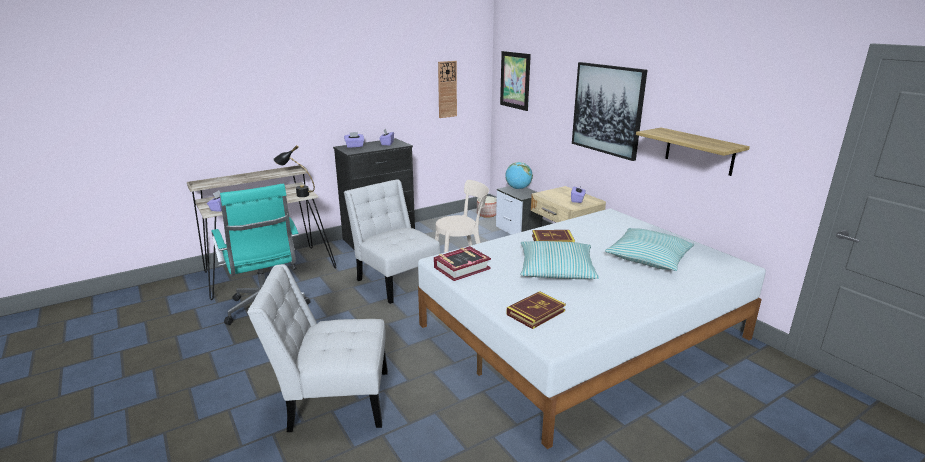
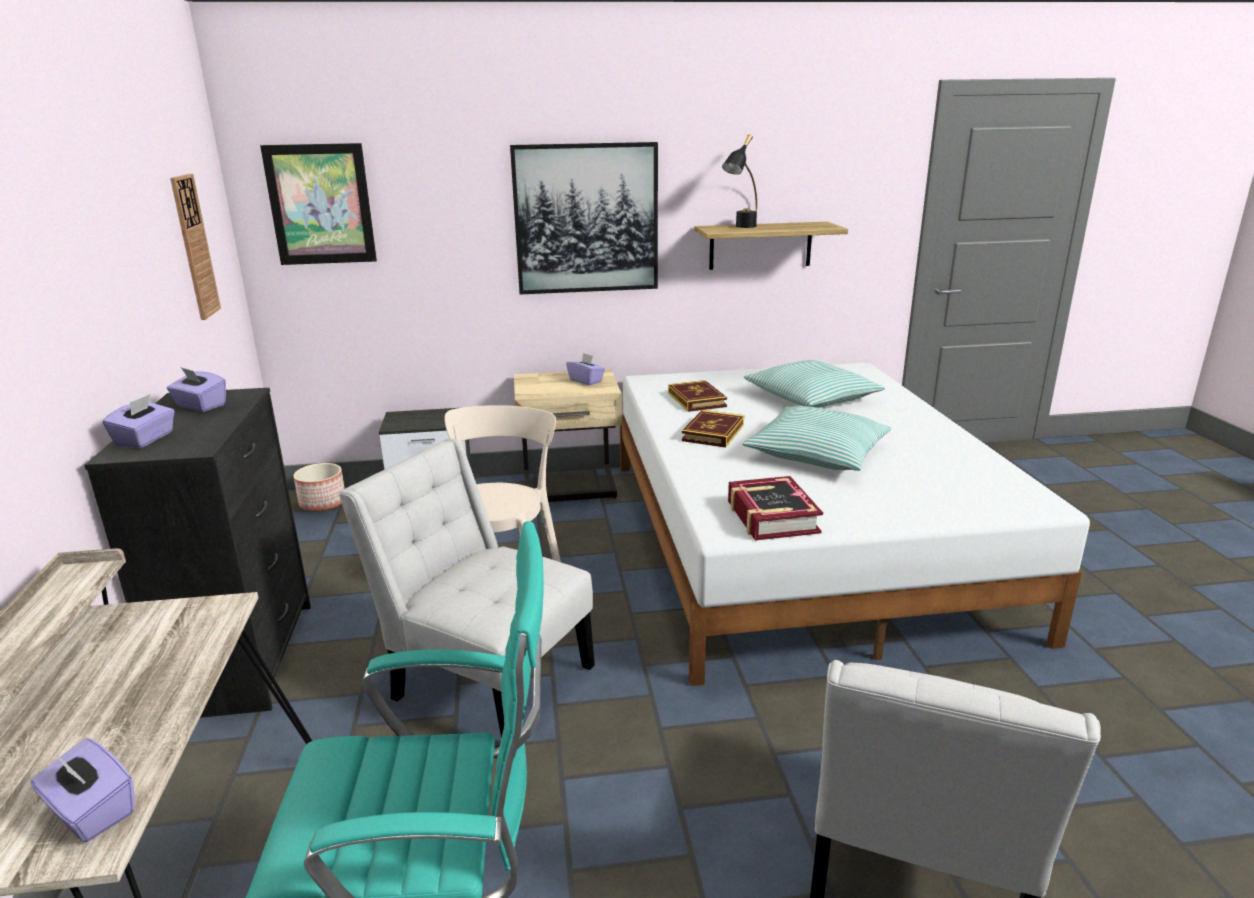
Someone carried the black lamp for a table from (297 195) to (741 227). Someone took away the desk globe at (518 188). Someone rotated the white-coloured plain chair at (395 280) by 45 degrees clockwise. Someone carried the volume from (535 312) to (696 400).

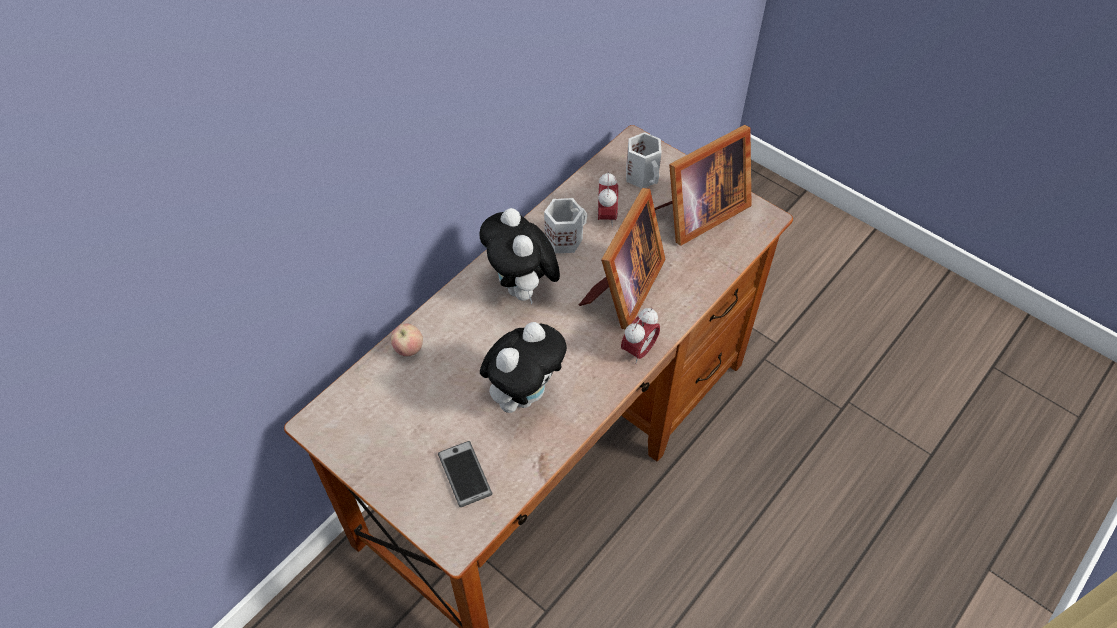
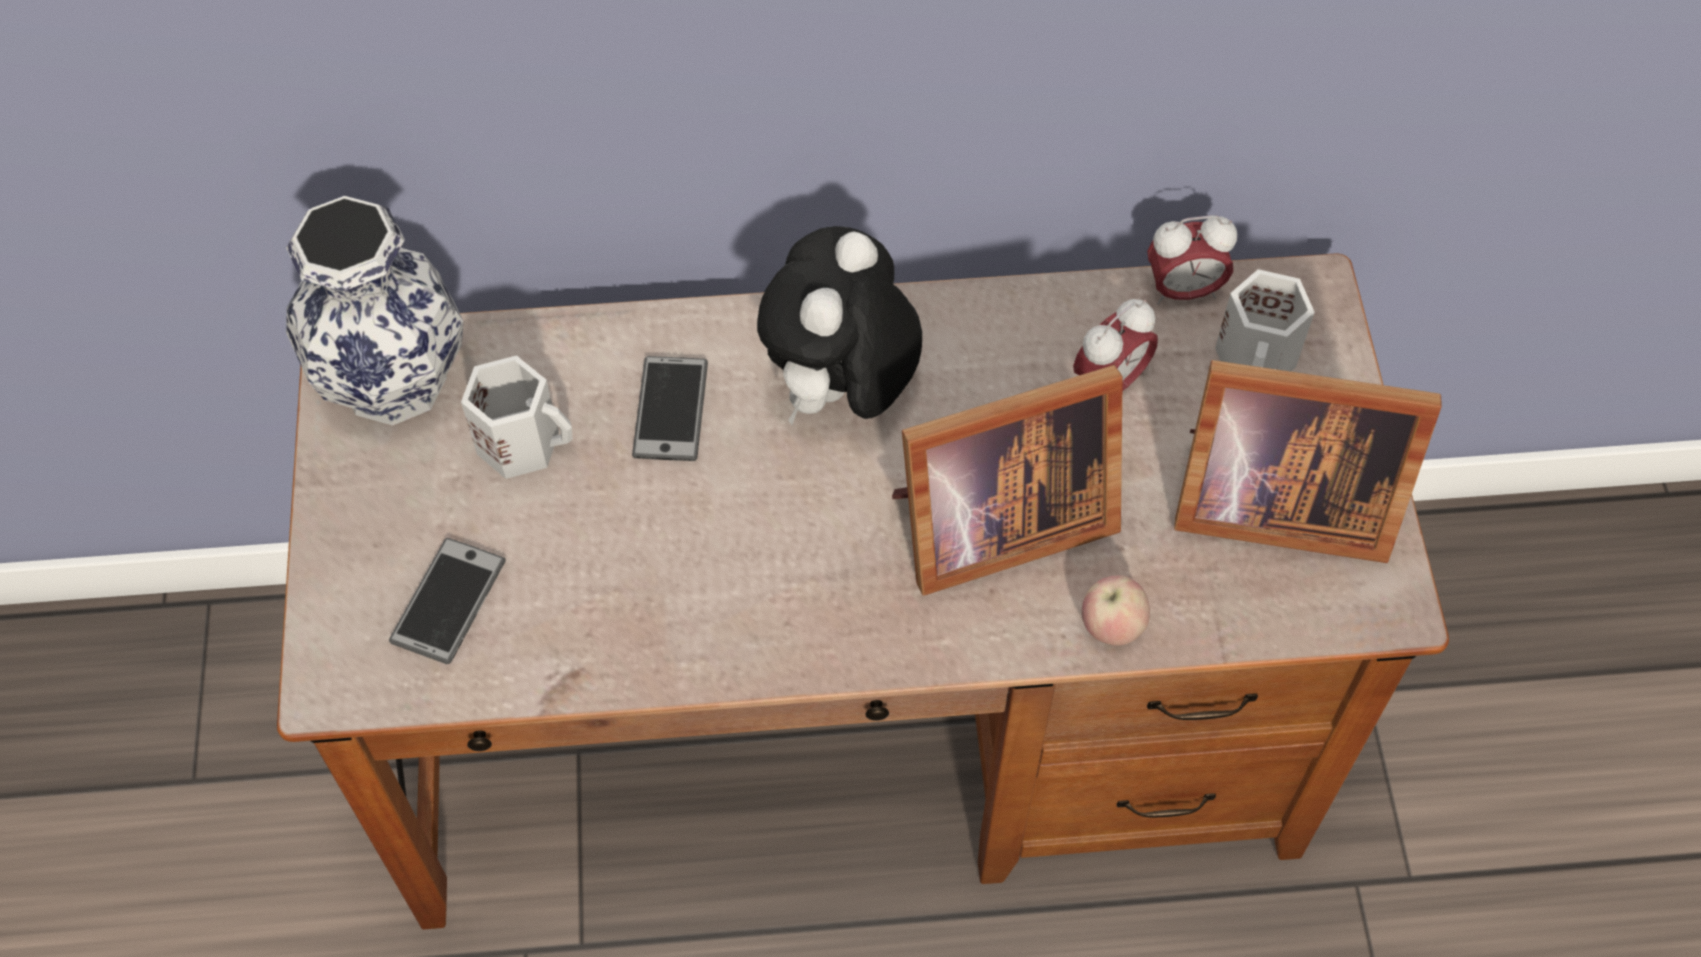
Someone carried the white-coloured mug from (564 238) to (522 441). Someone carried the bedside clock from (638 350) to (1183 290). Someone took away the soft toy at (524 393). Someone carried the apple from (409 349) to (1112 626). Someone put down the vase at (397 379). Someone put down the handset at (670 409).

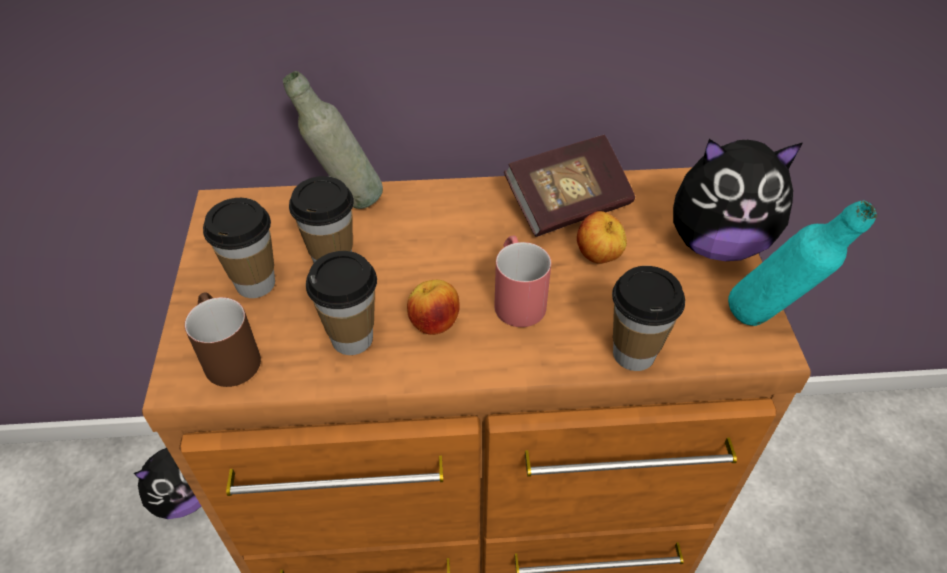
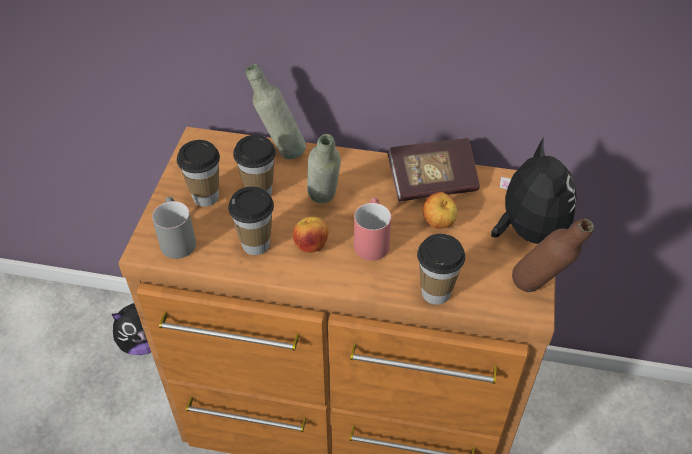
Someone rotated the soft toy at (716 243) by 120 degrees counterclockwise. Someone repainted the turquoise-coloured beverage bottle at (767 321), which became the brownish beverage bottle at (538 291). Someone repainted the brownish mug at (228 353), which became the greyish mug at (177 238). Someone put down the greyish beverage bottle at (324 205).

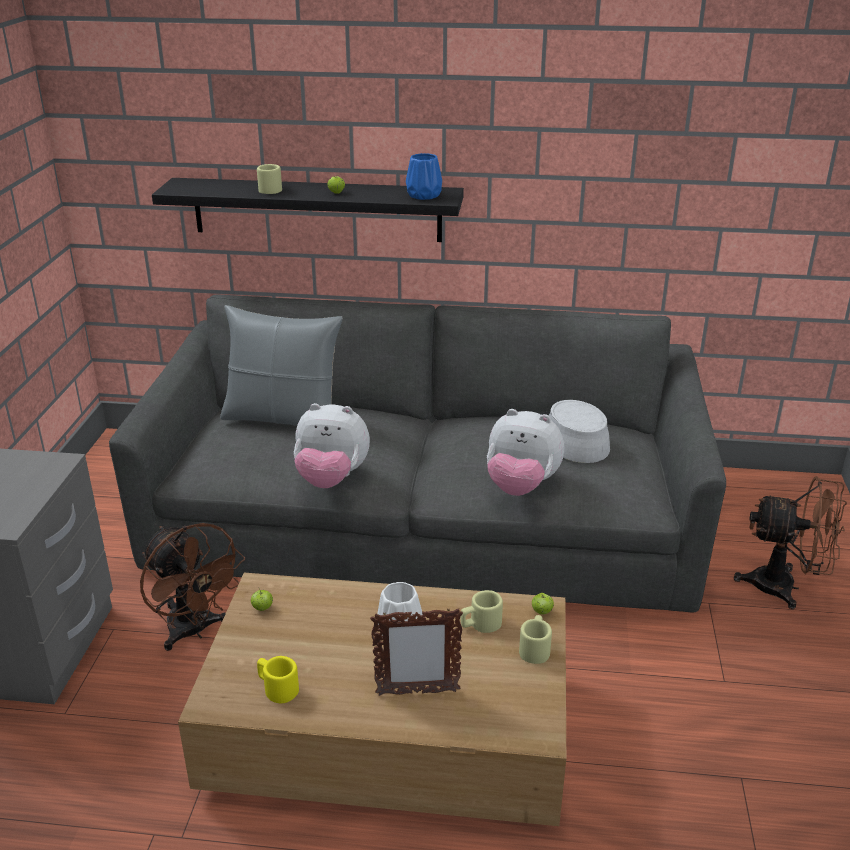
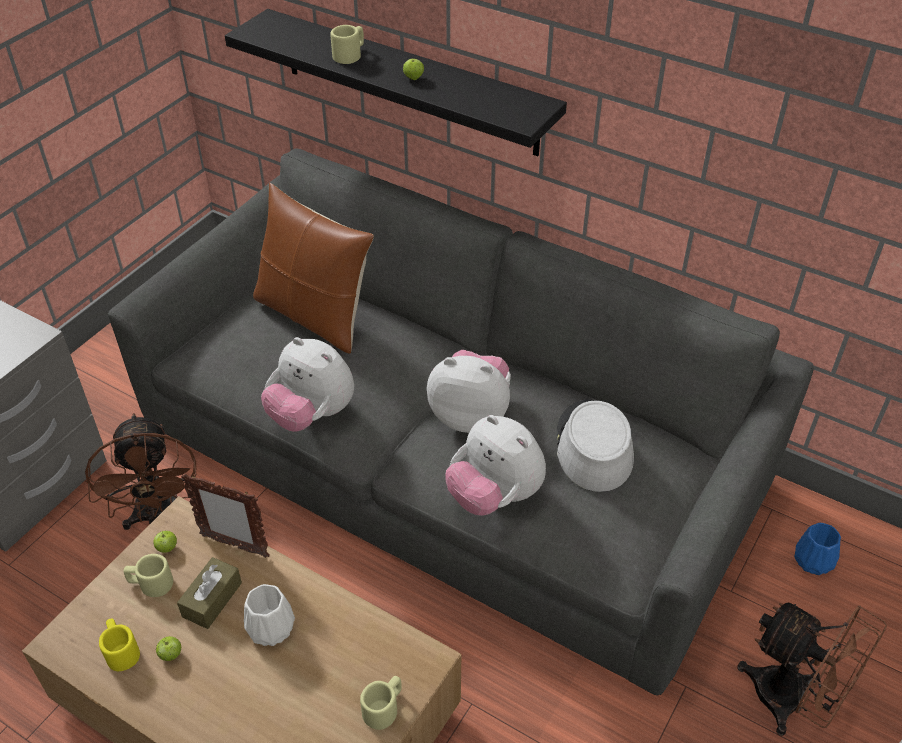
Someone carried the blue vase from (423 195) to (812 560). Someone repainted the greyish cushion at (283 418), which became the brownish cushion at (314 315). Someone carried the beige mug from (480 624) to (150 584). Someone carried the apple from (542 612) to (171 655). Someone carried the picture frame from (417 692) to (234 545). Someone put down the soft toy at (471 414). Someone put down the brownish tissue box at (212 599).

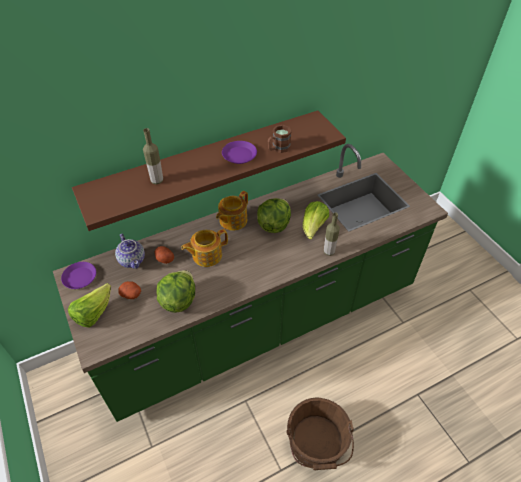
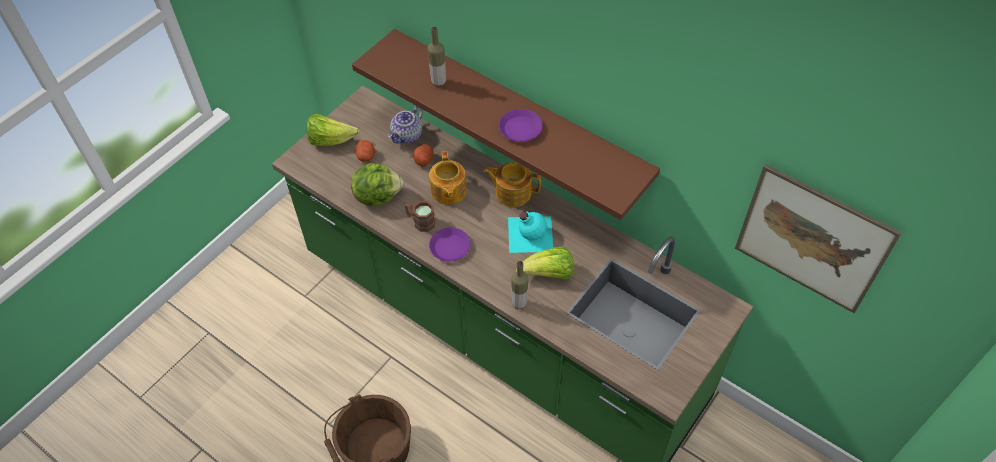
Someone carried the brownish mug from (278 148) to (420 222). Someone swapped the head of lettuce at (273 225) for the turquoise-coloured beverage bottle at (529 233). Someone rotated the teapot at (206 255) by 135 degrees counterclockwise. Someone carried the purple plate from (79 277) to (449 247). Someone put up the wall art at (812 239).

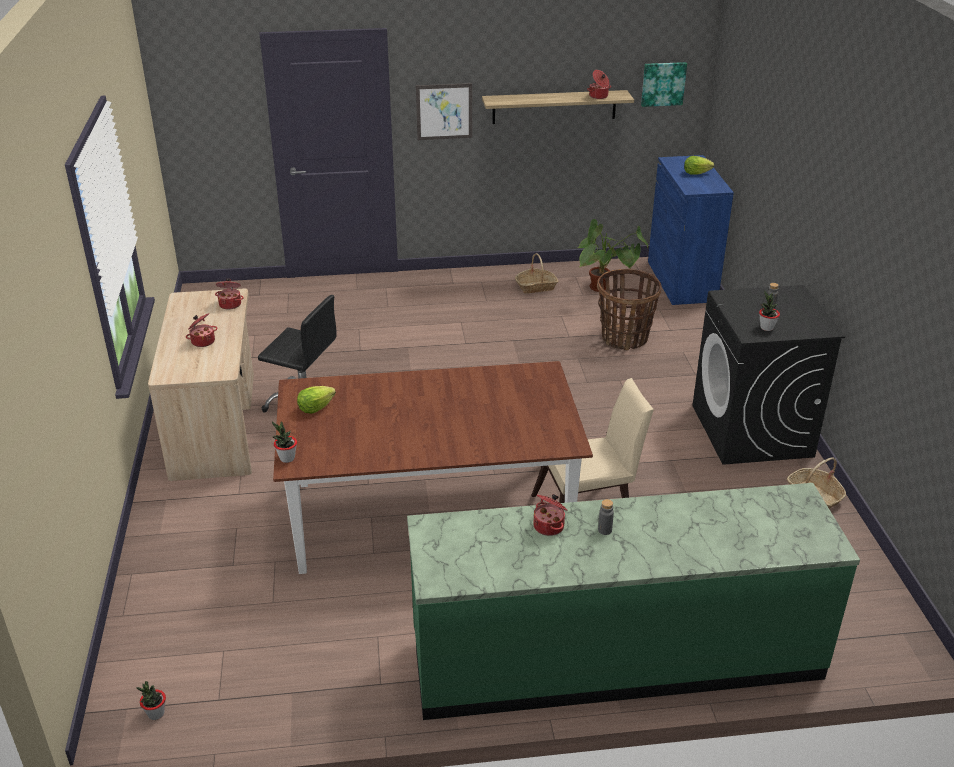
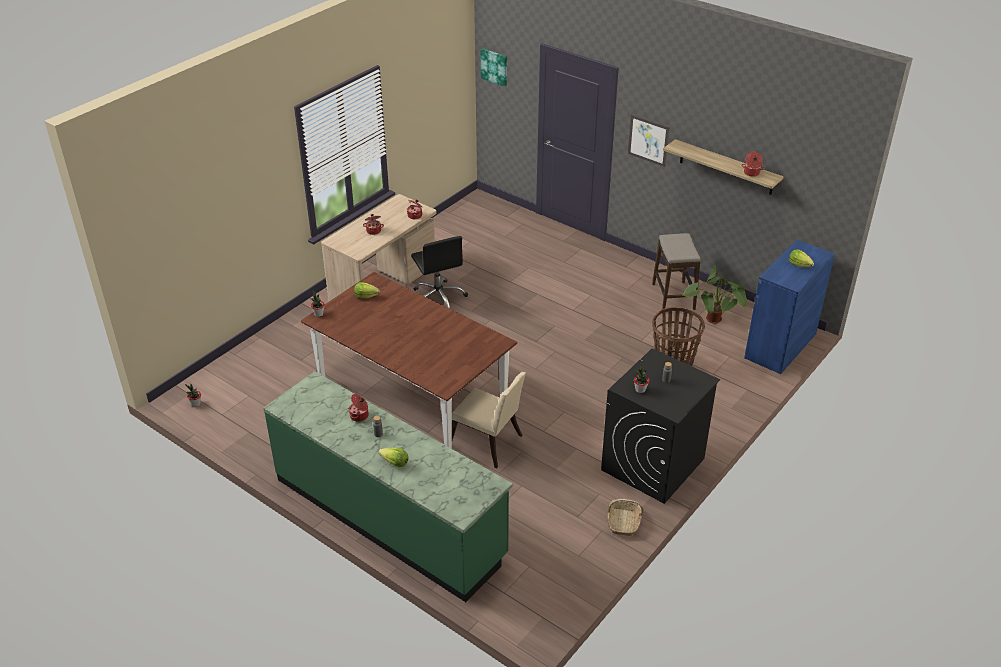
Someone carried the wall art from (663 83) to (494 66). Someone swapped the basket at (536 287) for the stool at (673 296). Someone put down the head of lettuce at (395 463).

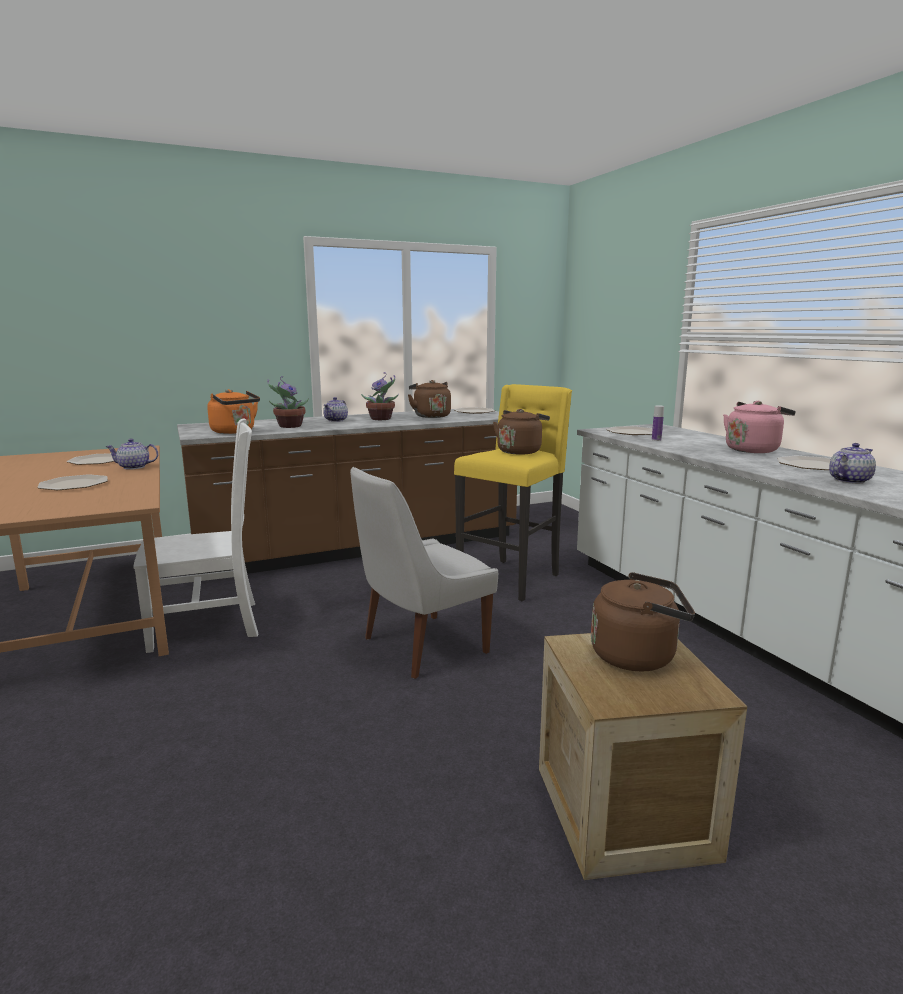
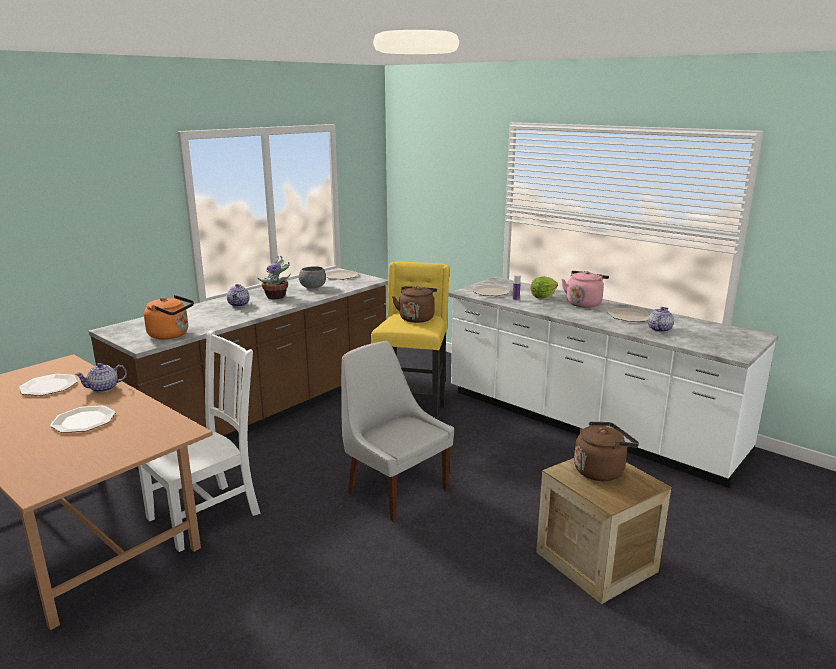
Someone took away the potted plant at (288 426). Someone swapped the brownish water kettle at (430 416) for the greyish bowl at (313 287). Someone rotated the white-coloured plain chair at (420 646) by 105 degrees clockwise. Someone put down the head of lettuce at (543 296).

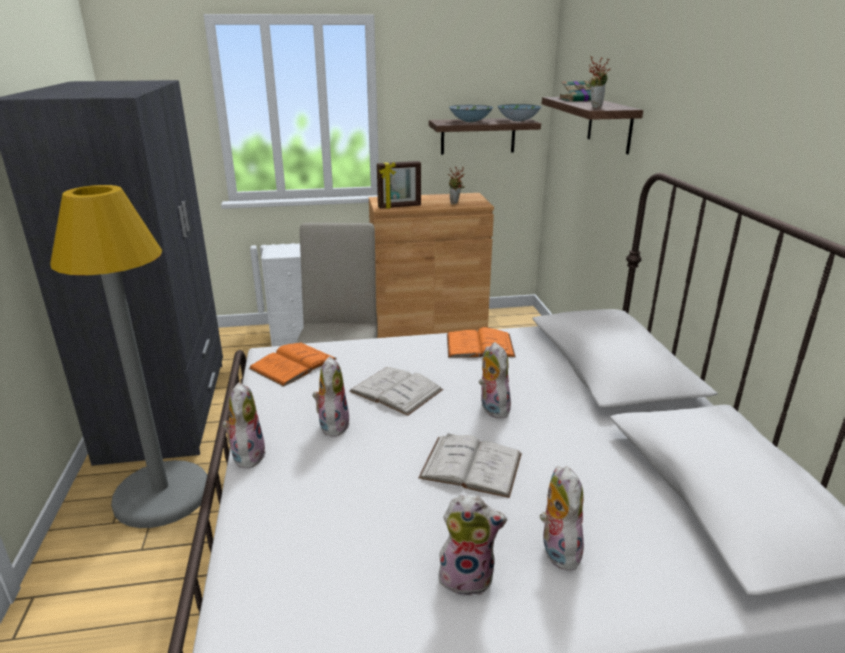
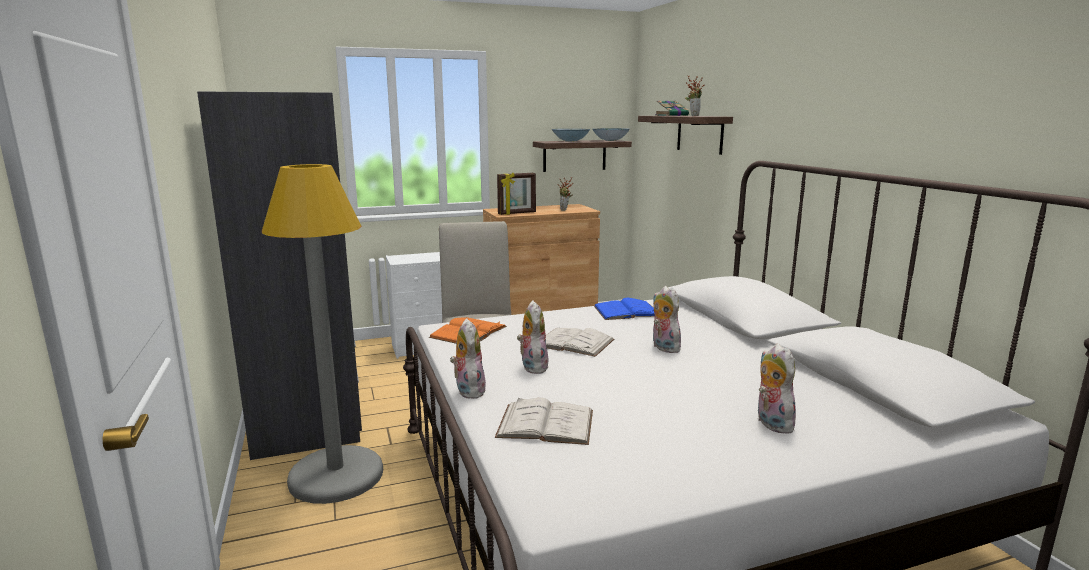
Someone repainted the orangey volume at (479 345), which became the blue volume at (627 311). Someone carried the white-coloured volume from (471 466) to (546 423). Someone took away the soft toy at (467 576).

